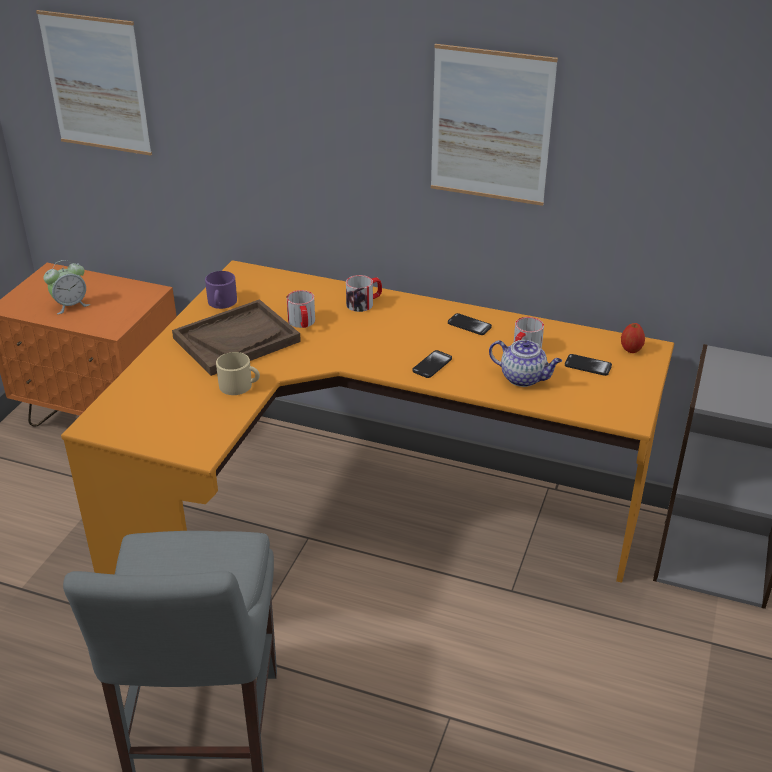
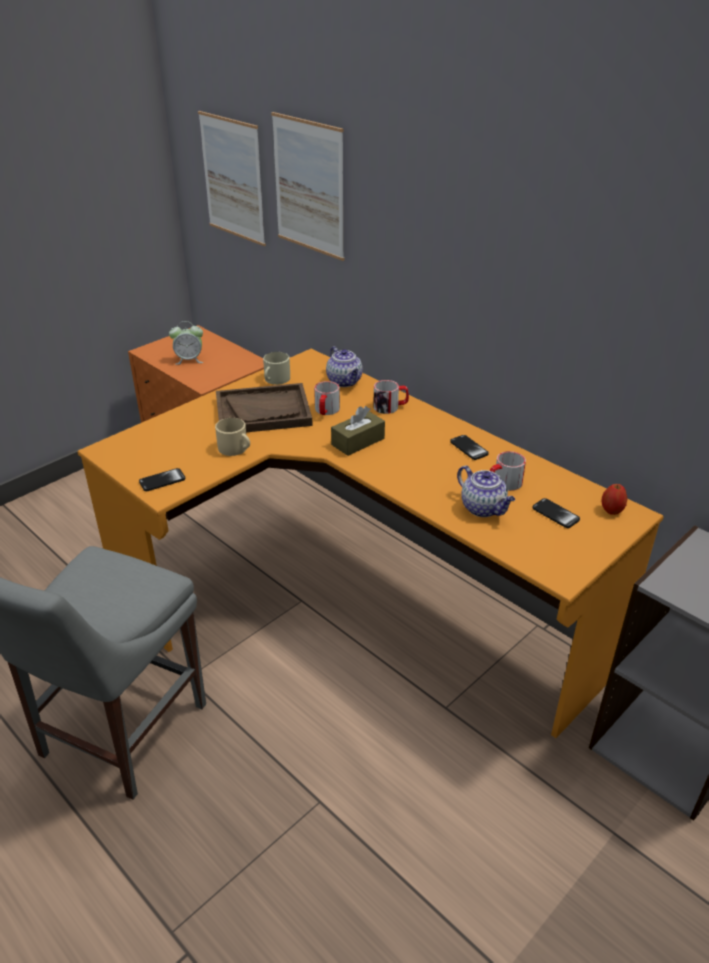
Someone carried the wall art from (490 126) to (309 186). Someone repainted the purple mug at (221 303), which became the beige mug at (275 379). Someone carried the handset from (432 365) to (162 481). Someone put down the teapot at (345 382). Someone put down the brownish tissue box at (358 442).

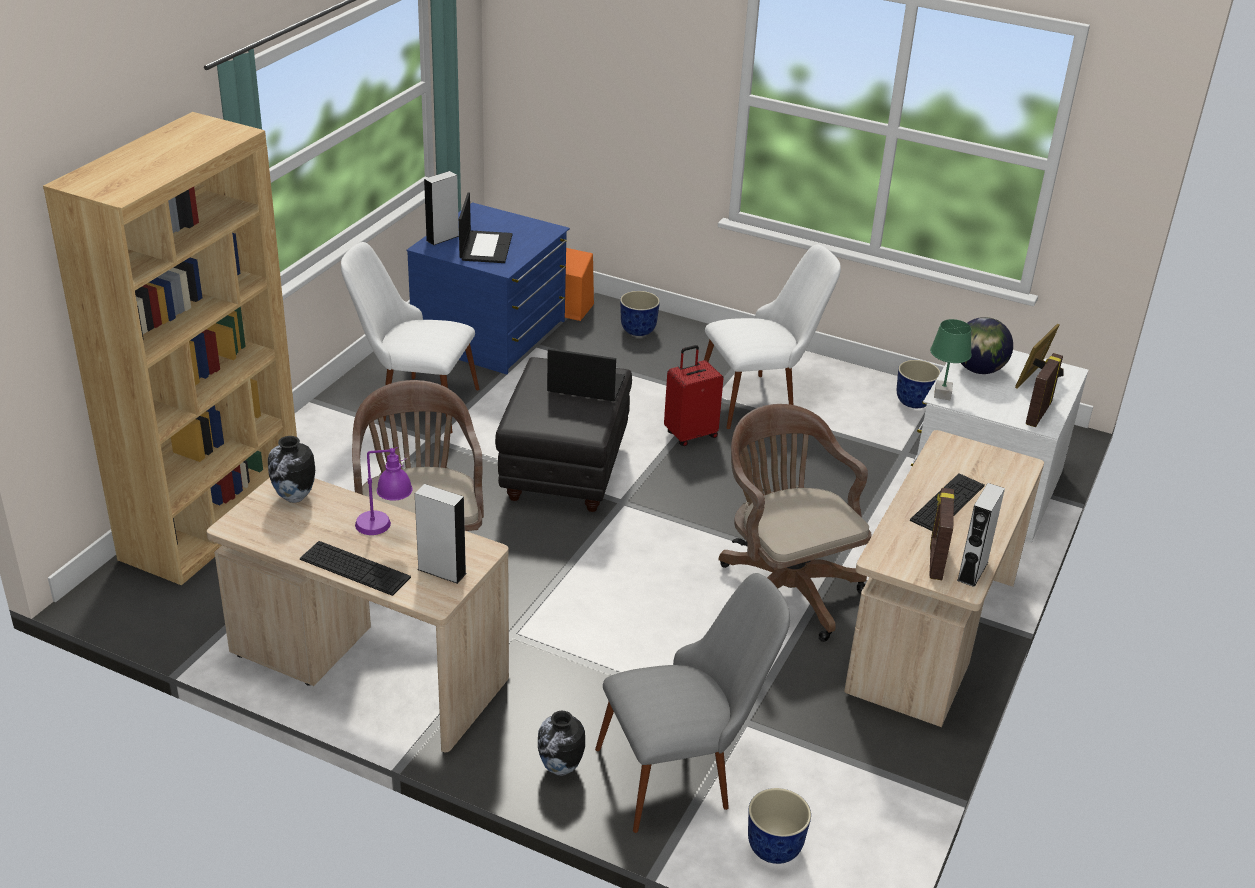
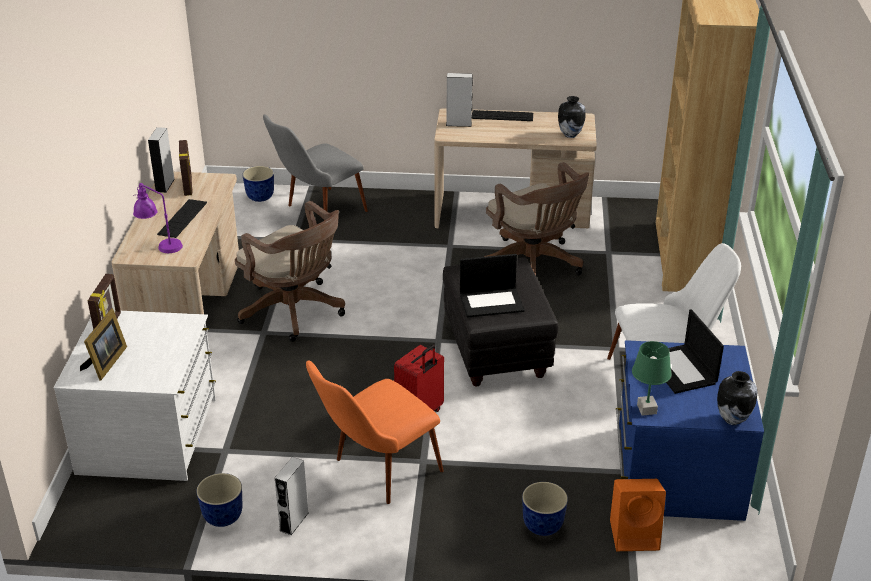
Someone carried the greyish loudspeaker from (442 238) to (294 521). Someone repainted the white-coloured plain chair at (761 398), which became the orangey plain chair at (375 473). Someone took away the desk globe at (978 369). Someone carried the green-coloured lamp for a table from (942 394) to (647 409). Someone carried the purple lamp for a table from (385 529) to (160 246). Someone carried the vase from (560 769) to (732 419).

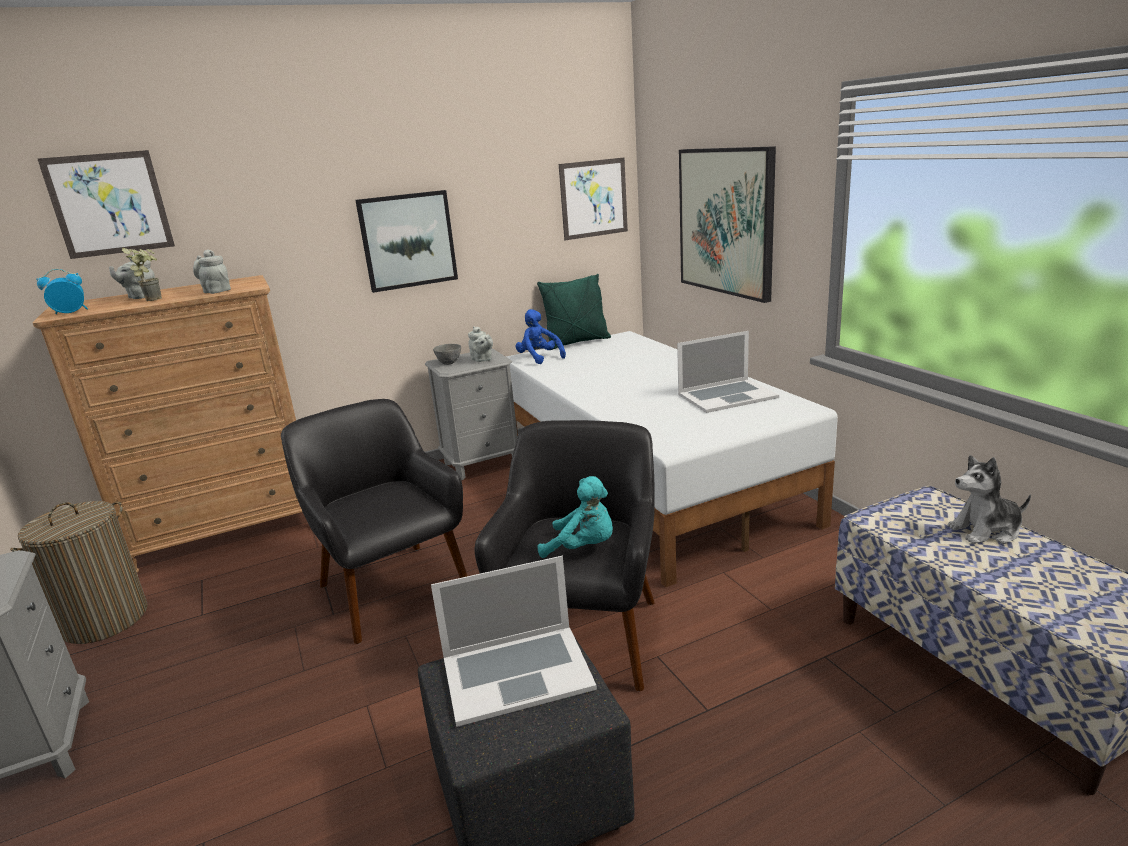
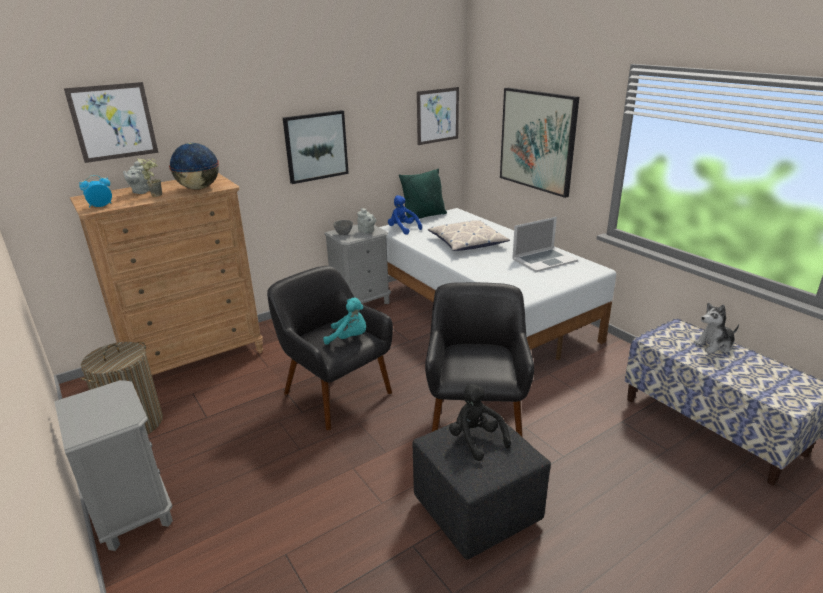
Someone swapped the greyish teapot at (215 291) for the desk globe at (199 188). Someone carried the turquoise-coloured soft toy from (583 547) to (349 338). Someone swapped the laptop at (516 672) for the black soft toy at (476 440). Someone put down the cushion at (467 242).

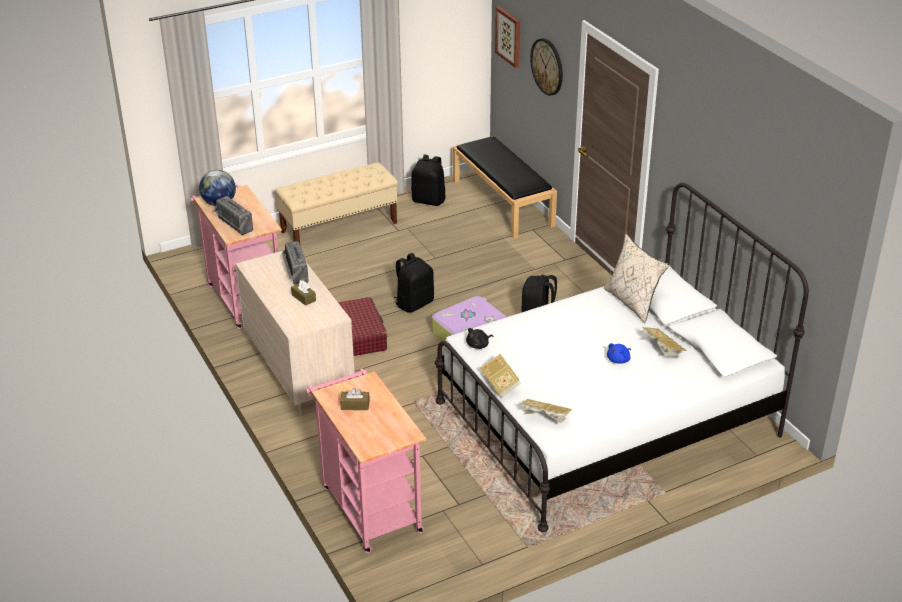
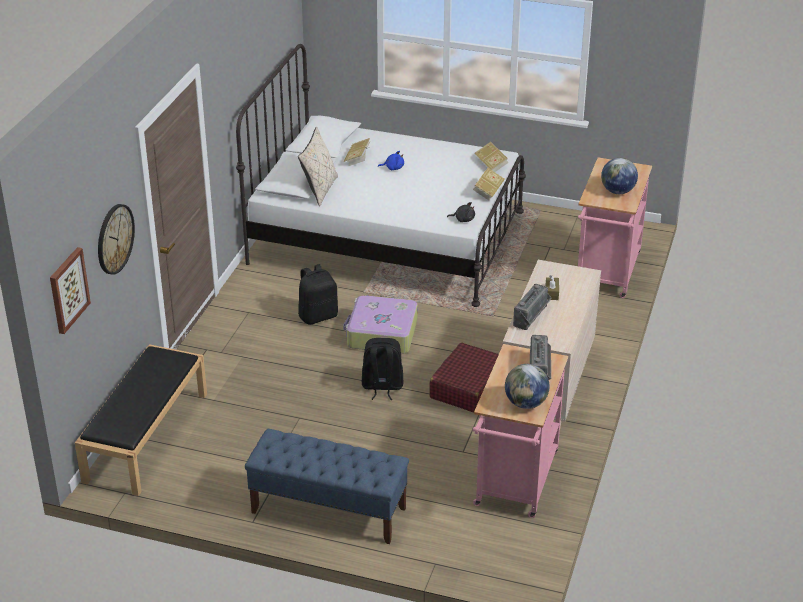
Someone took away the black knapsack at (429 200). Someone repainted the beige indoor bench at (339 227), which became the blue indoor bench at (328 510). Someone swapped the brownish tissue box at (355 405) for the desk globe at (617 191).

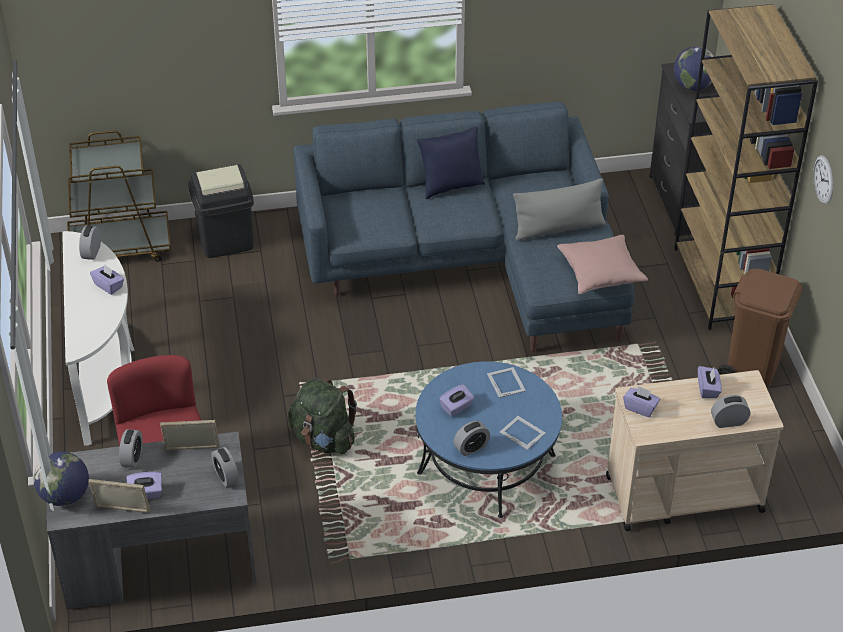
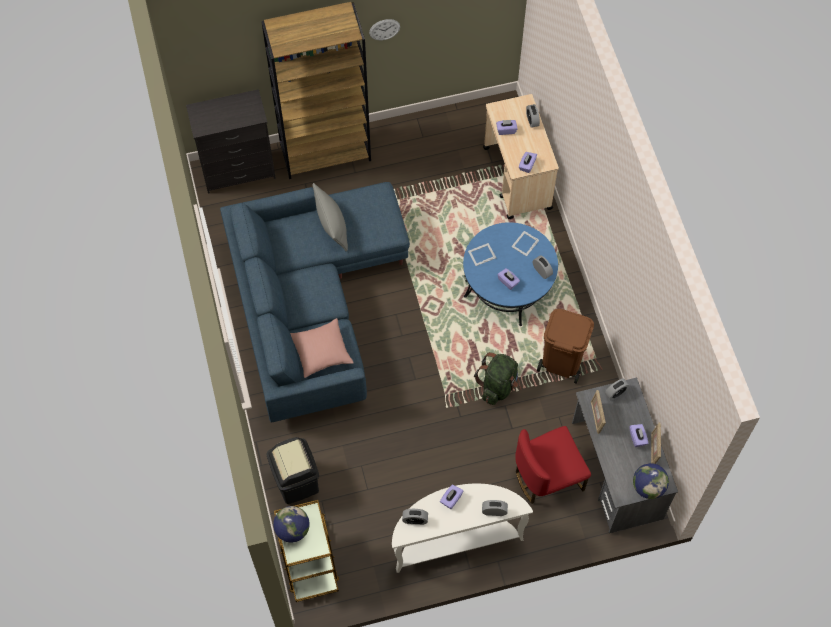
Someone carried the desk globe from (693 86) to (292 530). Someone took away the blue cushion at (451 186). Someone carried the pink-coloured cushion from (600 273) to (321 352). Someone carried the brownish waste bin from (752 366) to (561 361). Someone carried the bedside clock from (132 458) to (494 511).

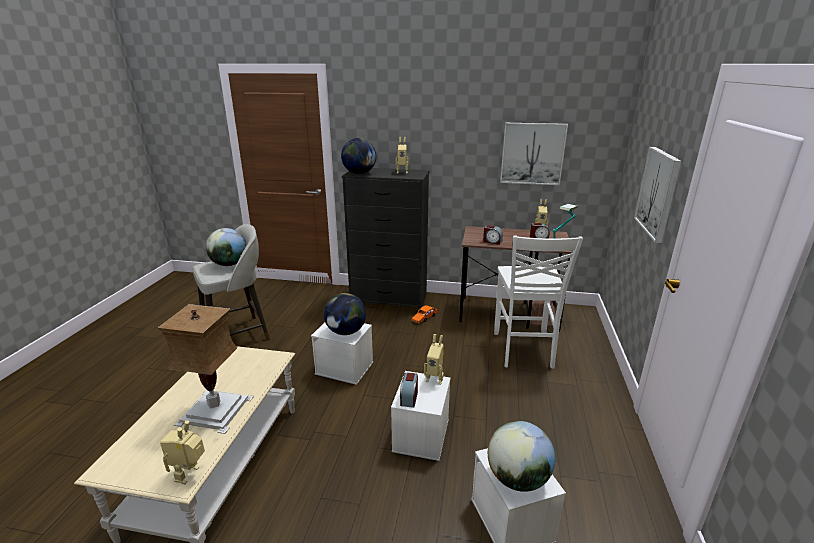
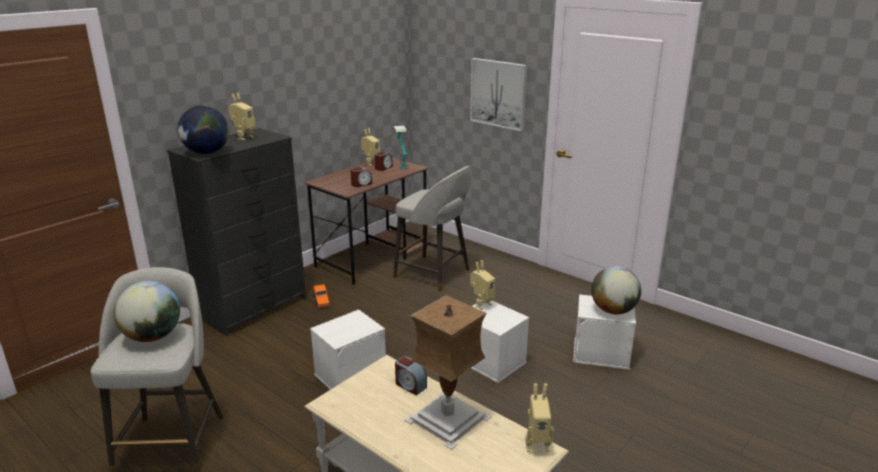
Someone took away the wall art at (532 153). Someone swapped the white-coloured plain chair at (523 350) for the greyish stool at (433 274). Someone took away the desk globe at (346 332). Someone carried the bedside clock from (409 398) to (410 385). Someone rotated the toy robot at (190 475) by 45 degrees counterclockwise.

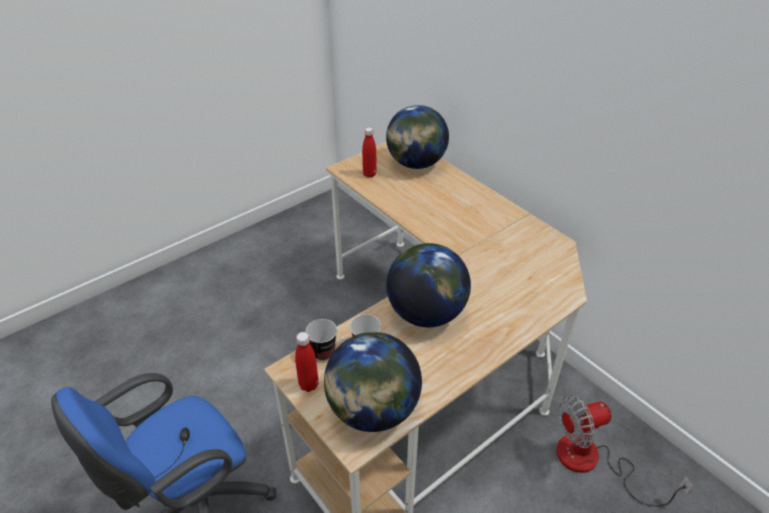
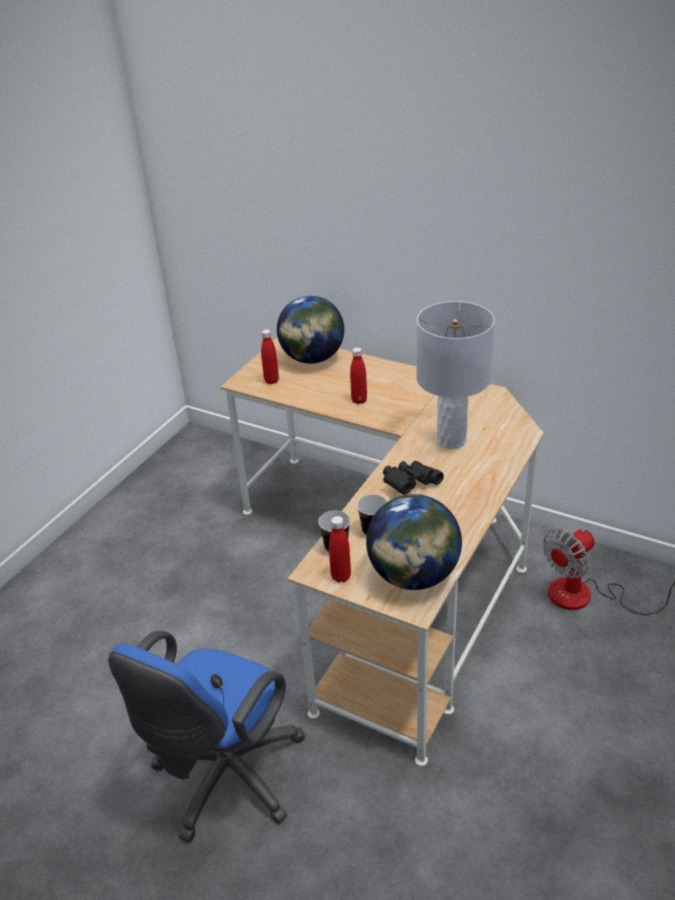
Someone swapped the desk globe at (426 313) for the black pair of binoculars at (409 485). Someone put down the greyish lamp for a table at (452 440). Someone put down the red-coloured beverage bottle at (359 400).

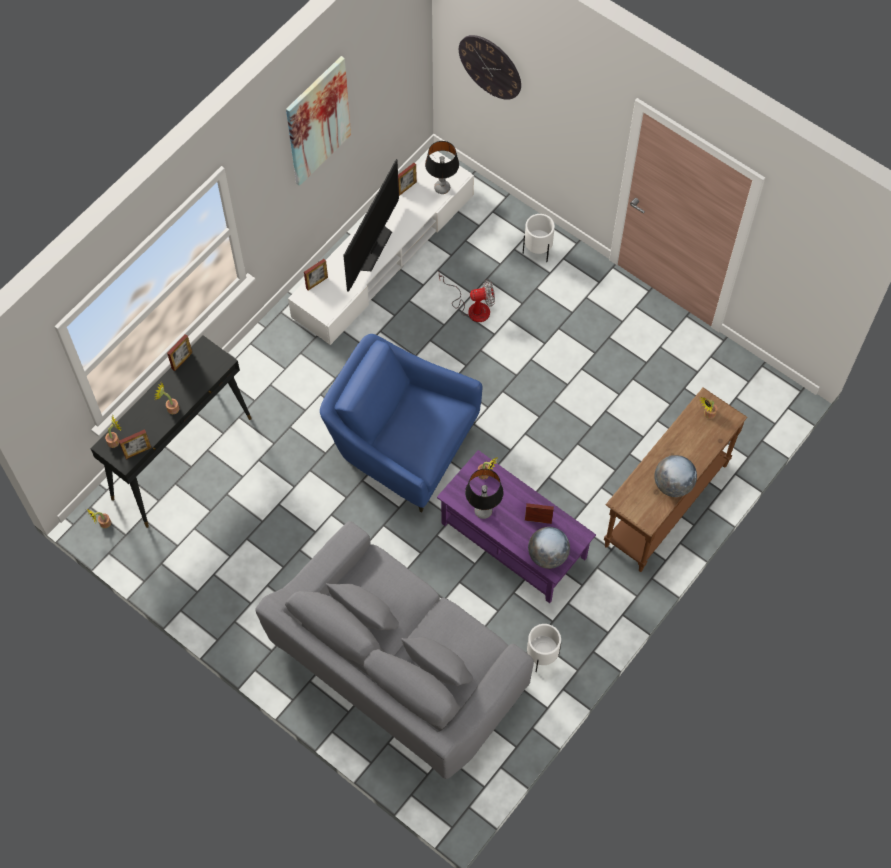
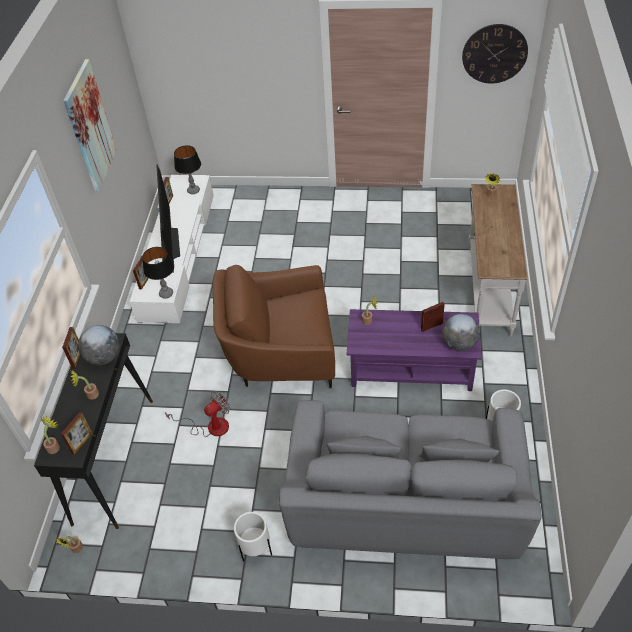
Someone carried the clock on the wall from (490 66) to (494 54). Someone carried the white-coloured planter from (537 251) to (256 550). Someone carried the electric fan from (472 307) to (210 426). Someone repainted the blue easy chair at (401 444), which became the brownish easy chair at (281 354). Someone repainted the brownish hall table at (664 504), which became the white-coloured hall table at (487 290). Someone carried the desk globe from (673 484) to (104 357). Someone carried the lamp for a table from (483 511) to (166 294).

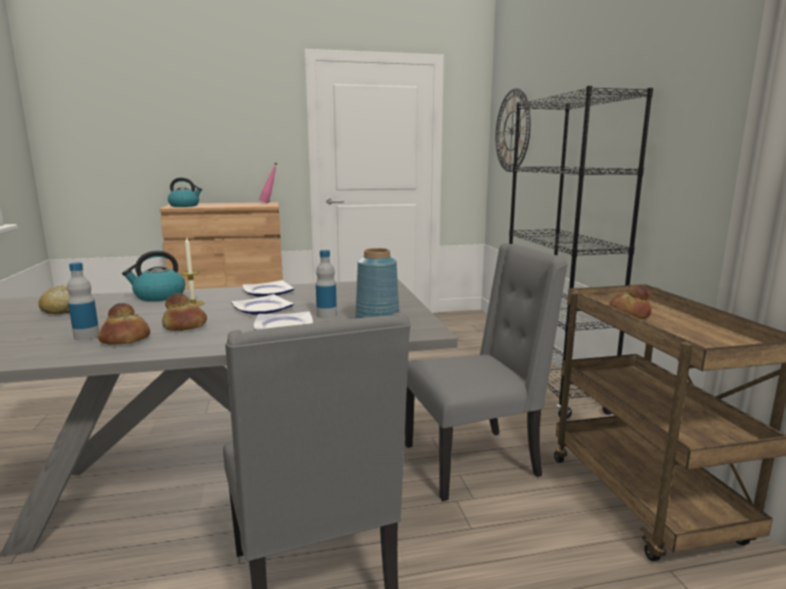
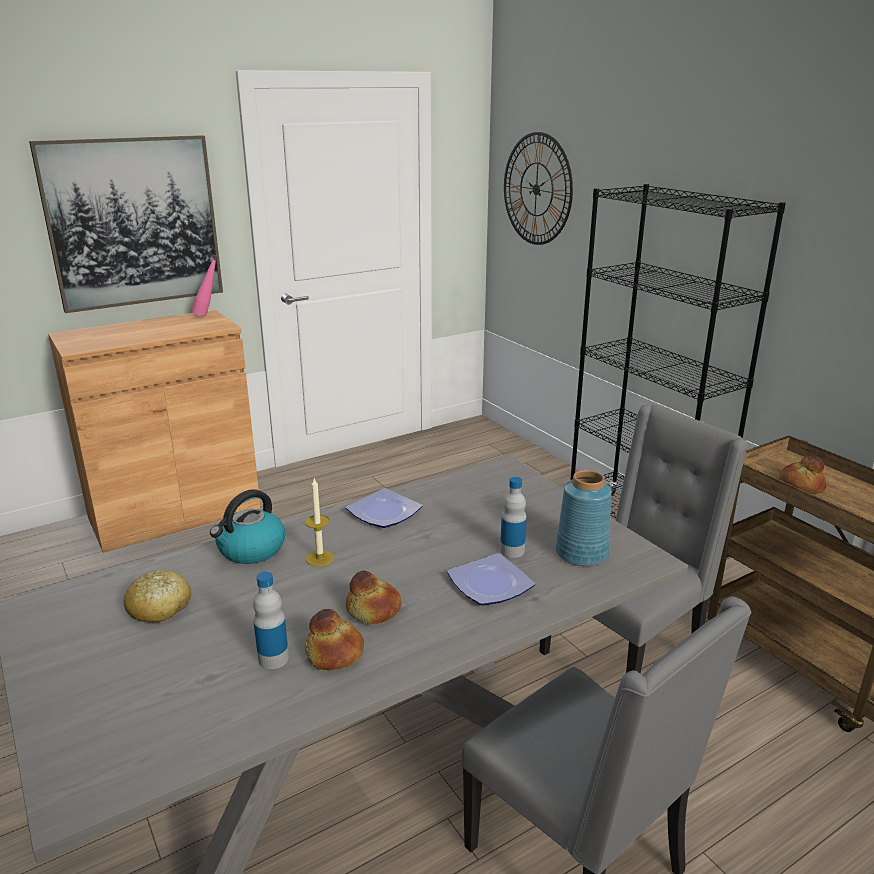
Someone took away the water kettle at (185 206). Someone took away the plate at (262 309). Someone put up the wall art at (133 222).

